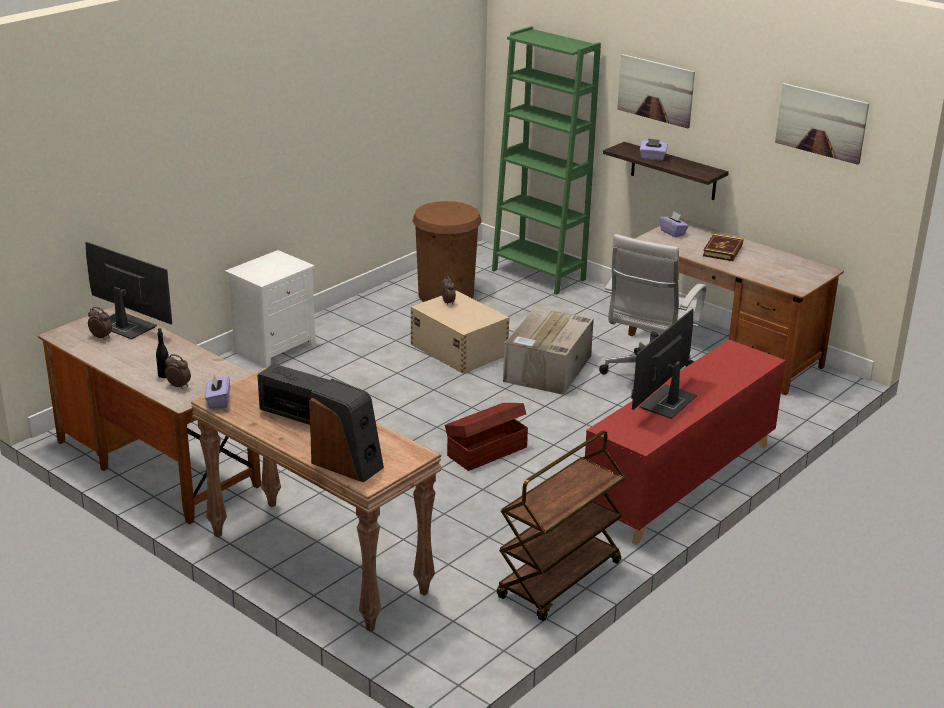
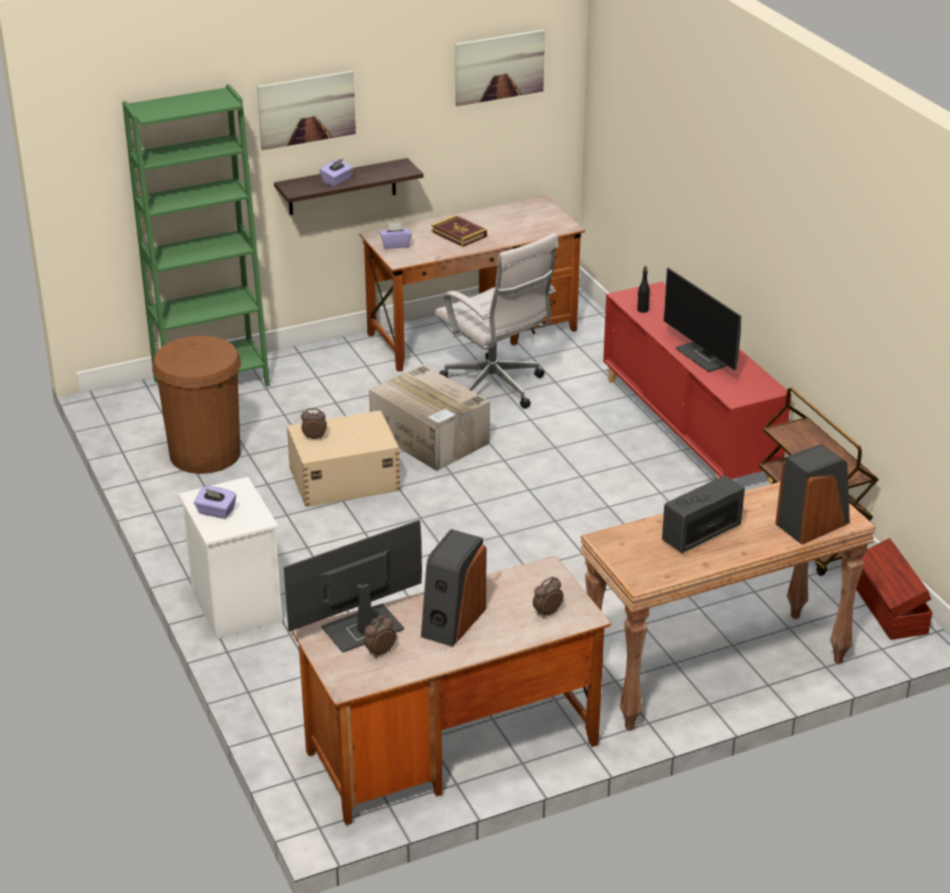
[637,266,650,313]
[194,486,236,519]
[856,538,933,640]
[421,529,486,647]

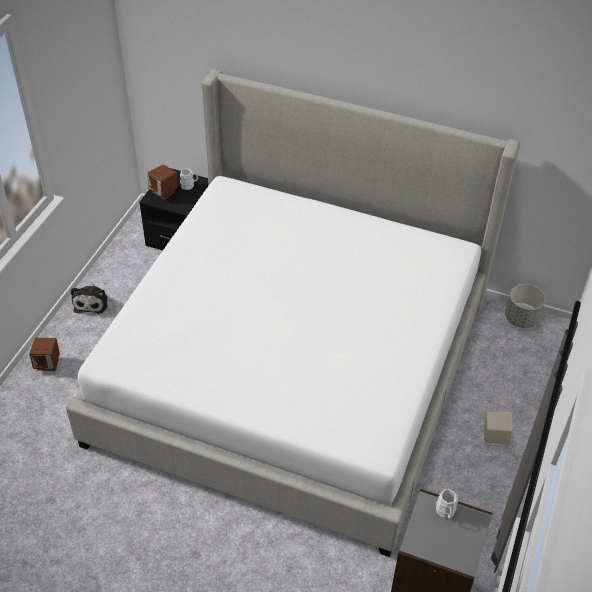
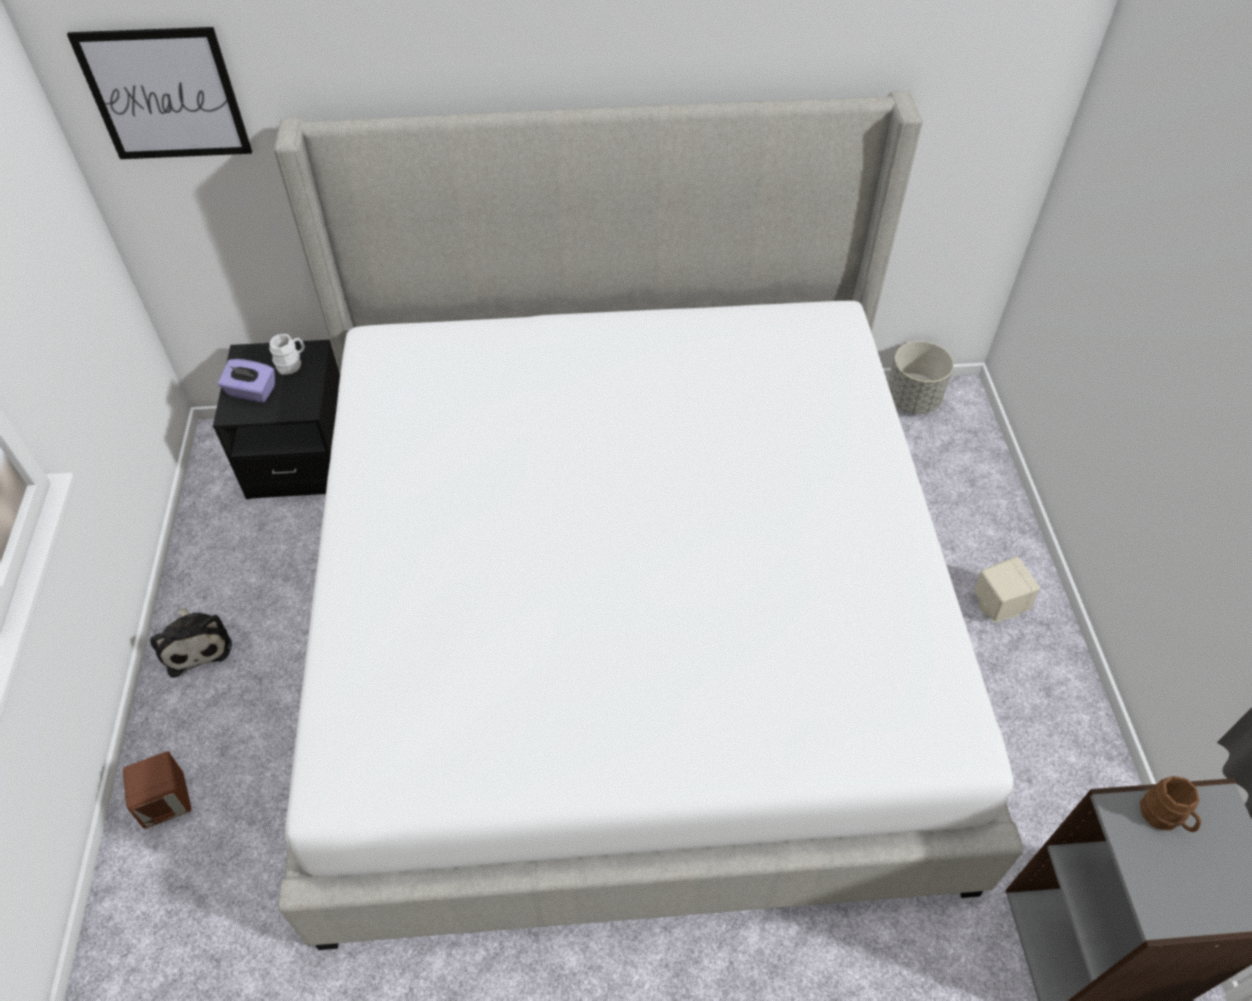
[218,359,275,402]
[1140,776,1201,832]
[67,27,252,159]

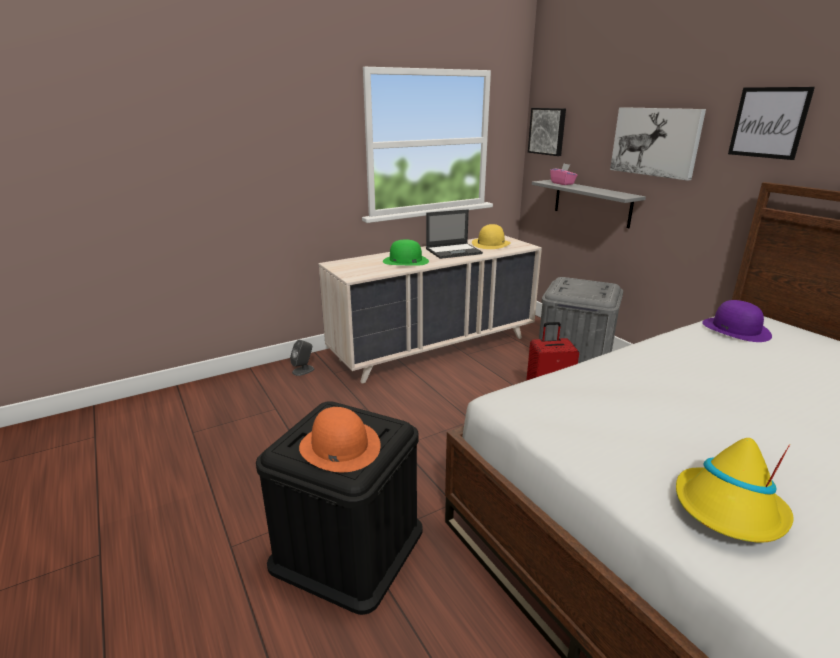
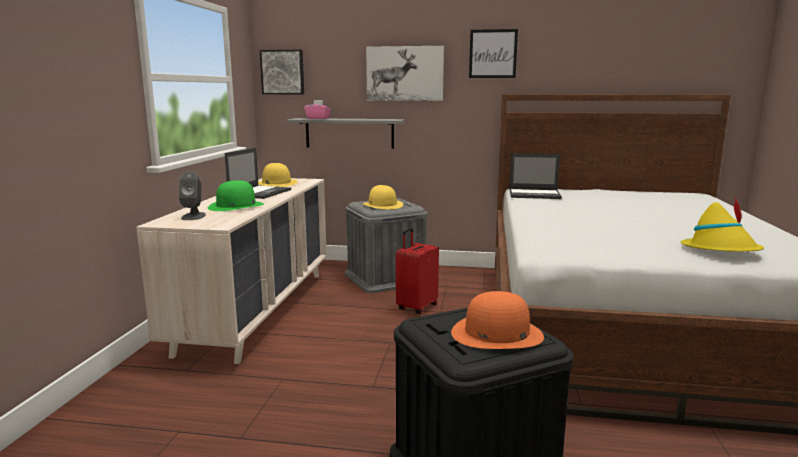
[179,171,206,220]
[509,153,562,199]
[363,185,403,209]

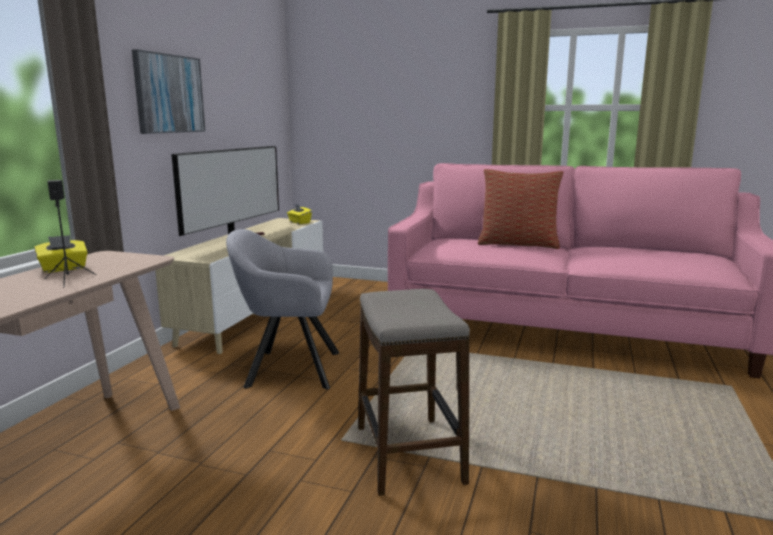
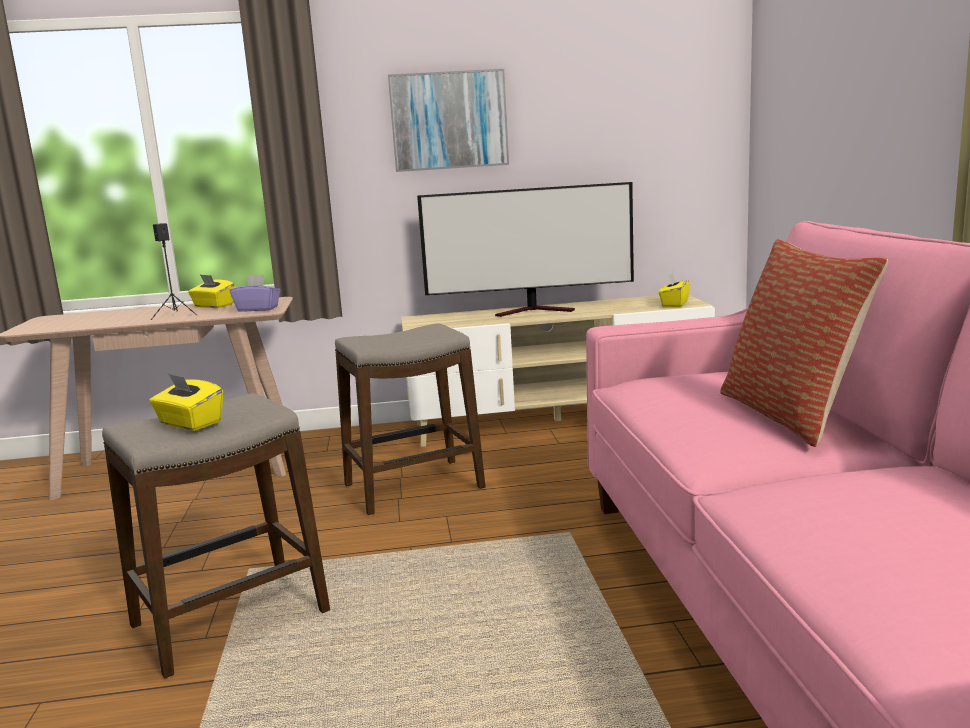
[335,323,486,515]
[149,373,223,431]
[230,275,281,312]

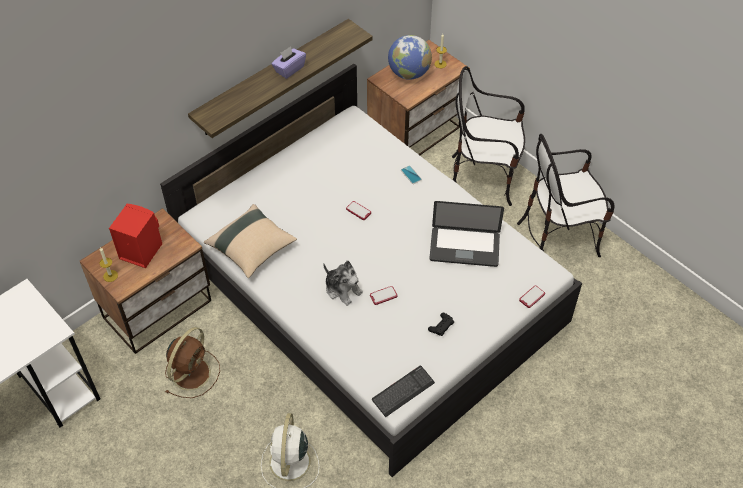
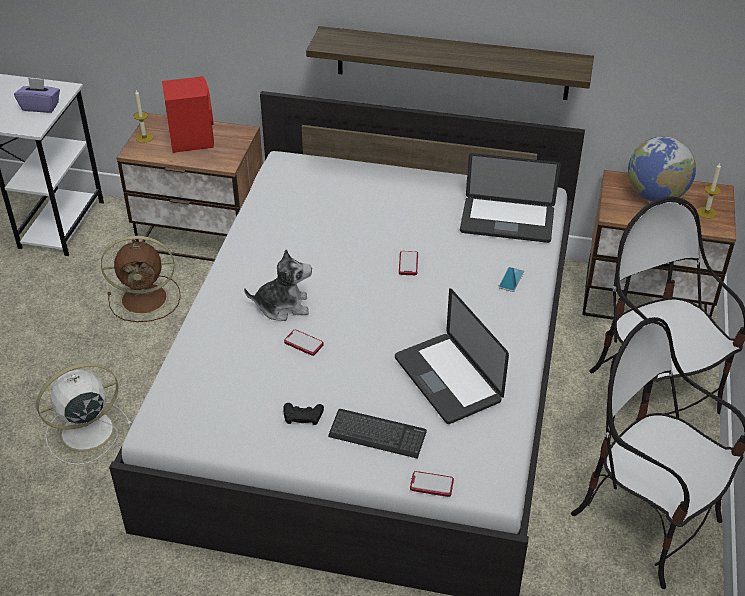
[204,204,297,278] (first image)
[14,78,60,113]
[244,249,312,321]
[328,409,427,459]
[460,153,561,243]

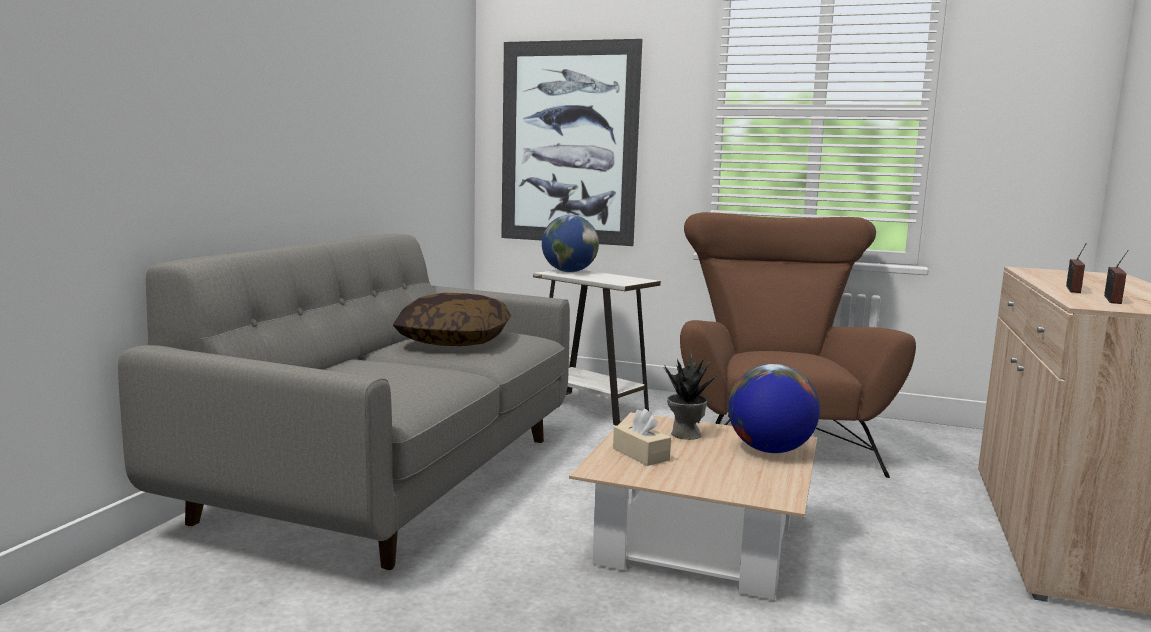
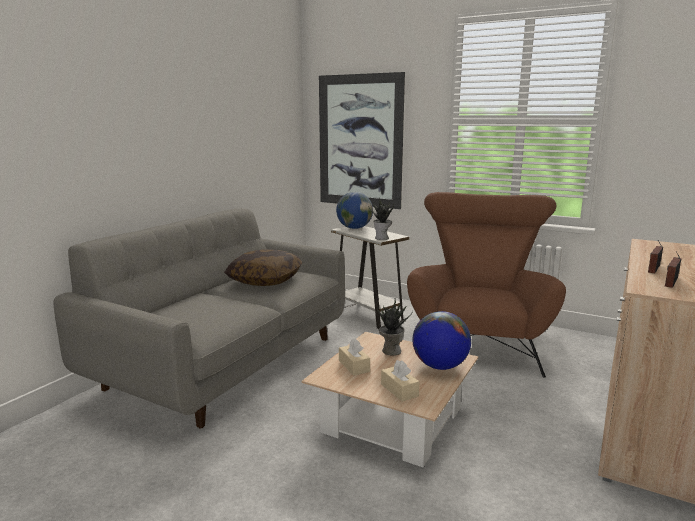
[368,200,394,240]
[381,360,420,402]

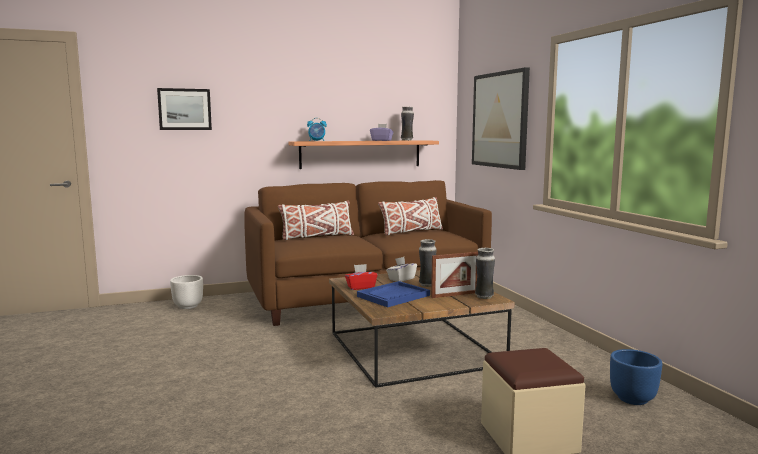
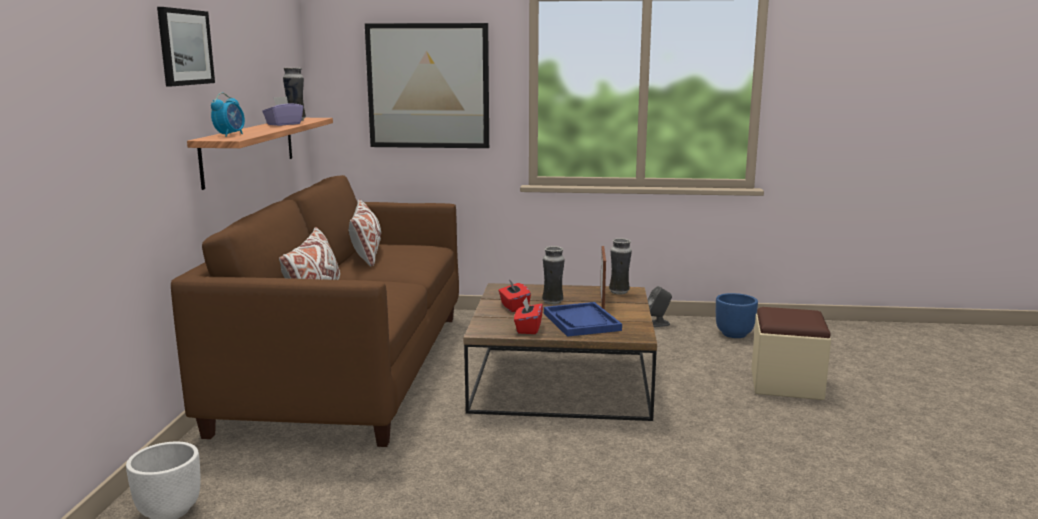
[157,7,215,86]
[499,280,531,312]
[647,286,672,327]

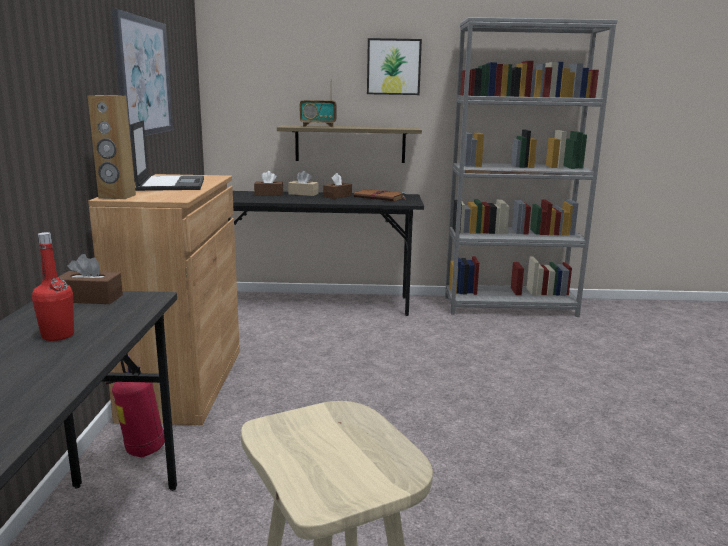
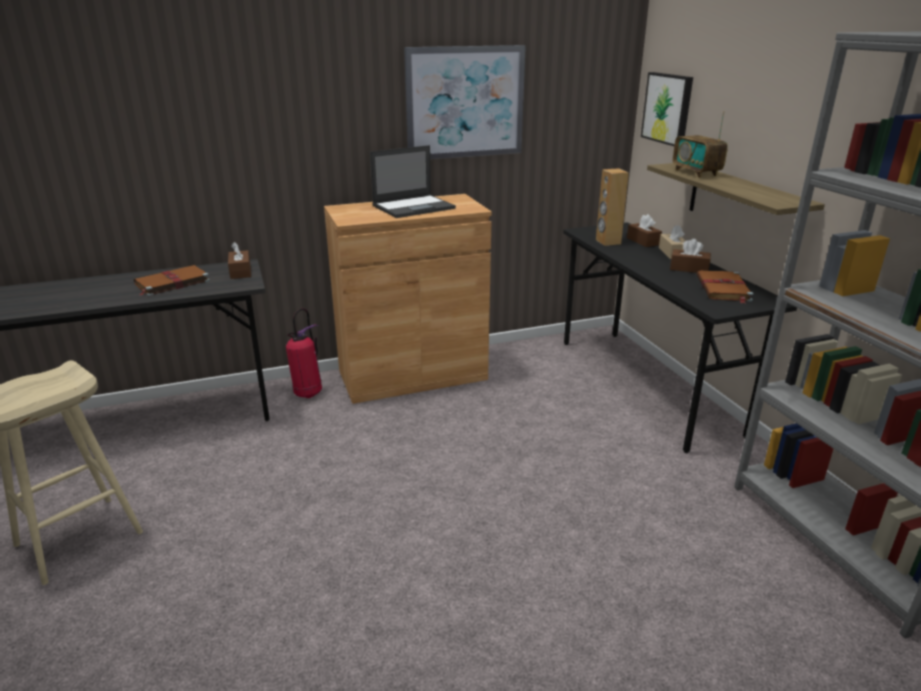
[134,265,210,296]
[596,168,629,246]
[641,72,693,146]

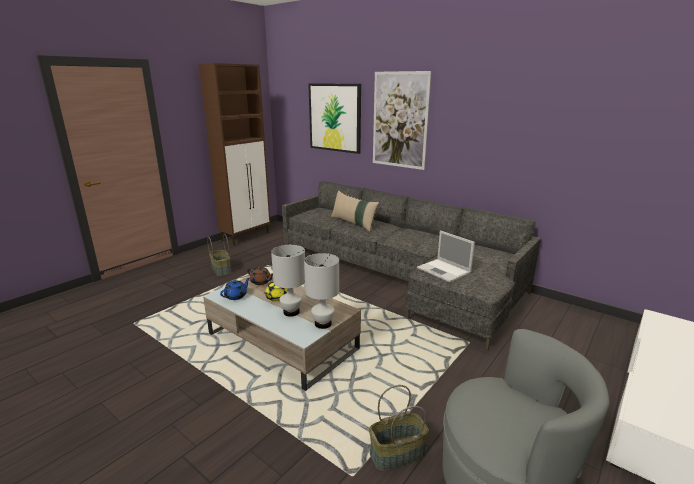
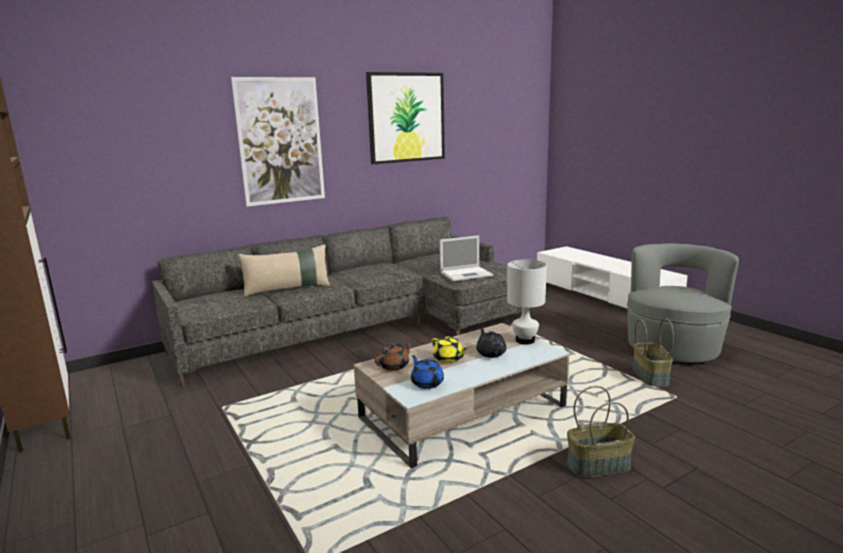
[567,386,635,478]
[476,328,506,358]
[366,72,445,164]

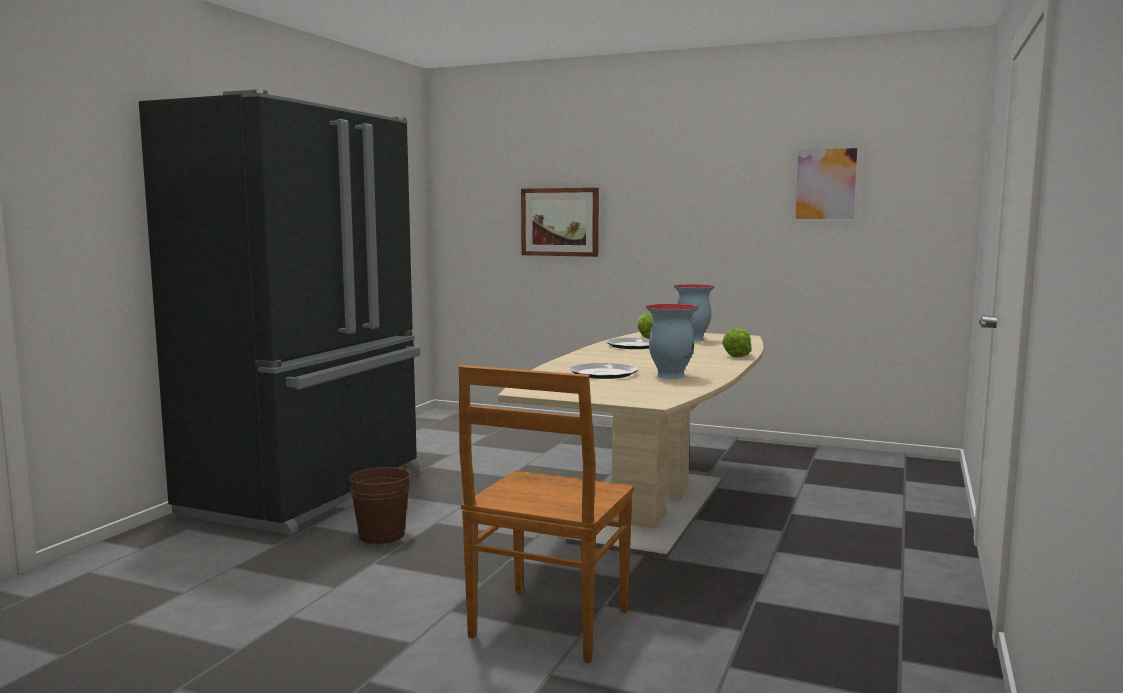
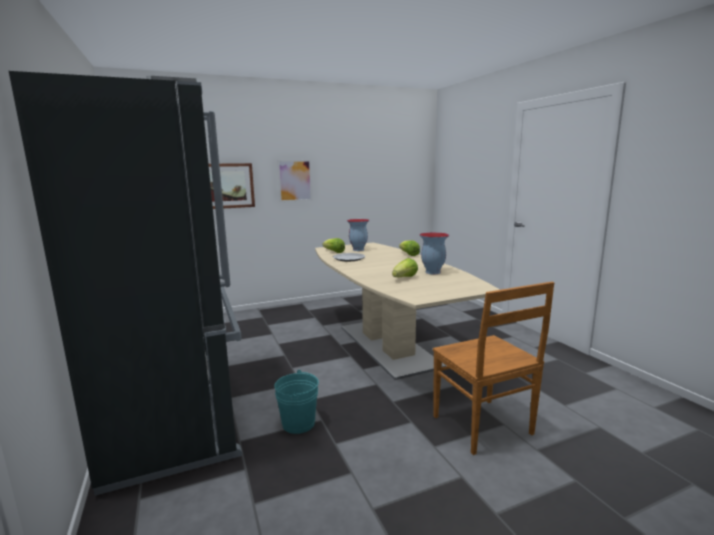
[274,370,319,434]
[392,258,418,277]
[277,160,313,202]

